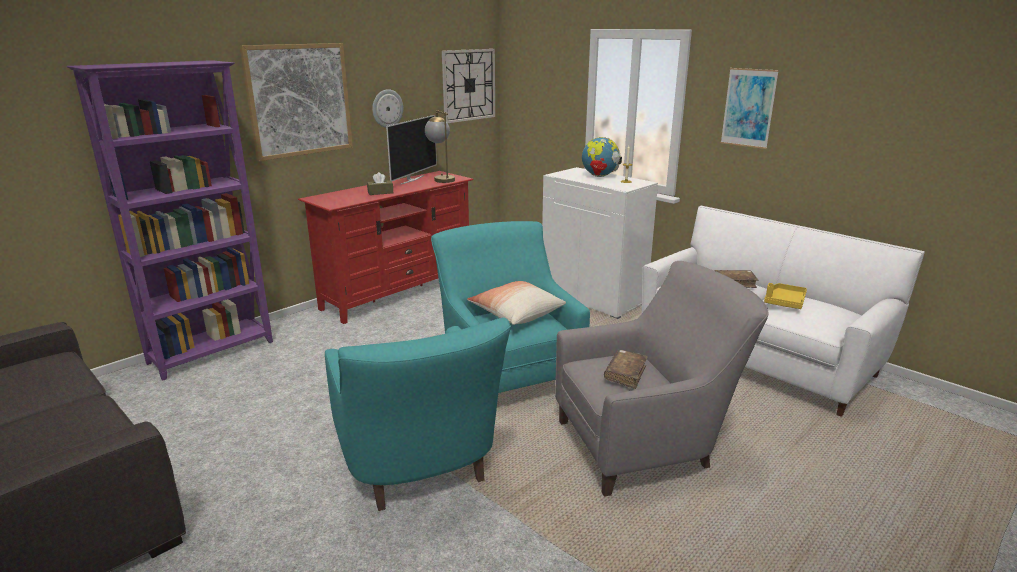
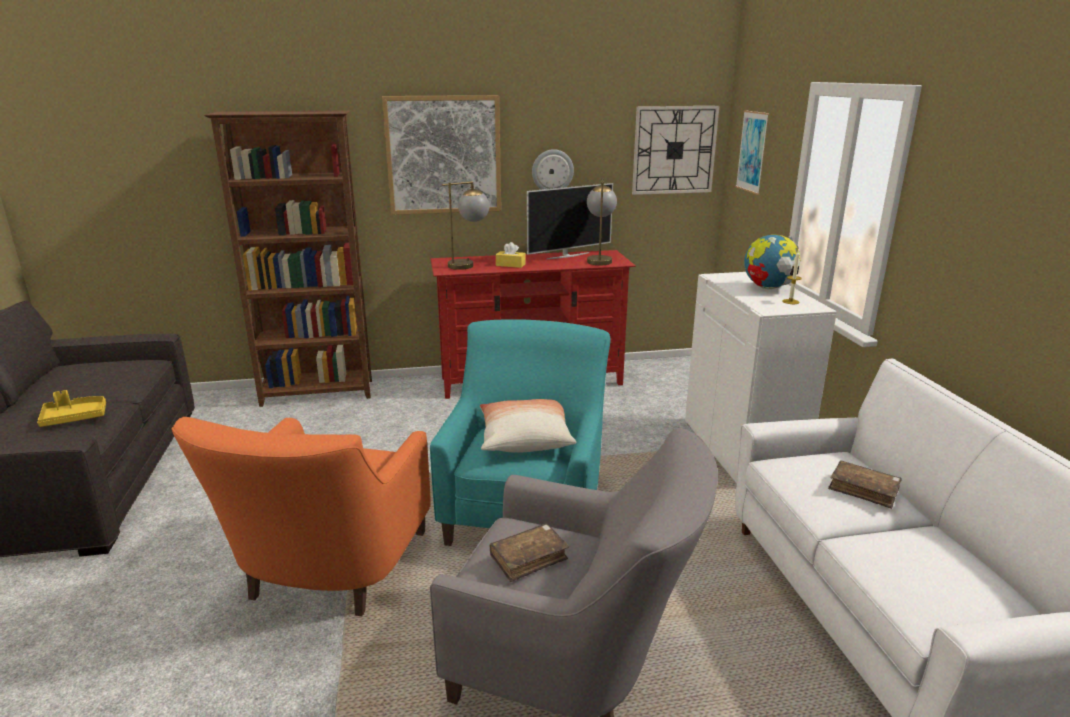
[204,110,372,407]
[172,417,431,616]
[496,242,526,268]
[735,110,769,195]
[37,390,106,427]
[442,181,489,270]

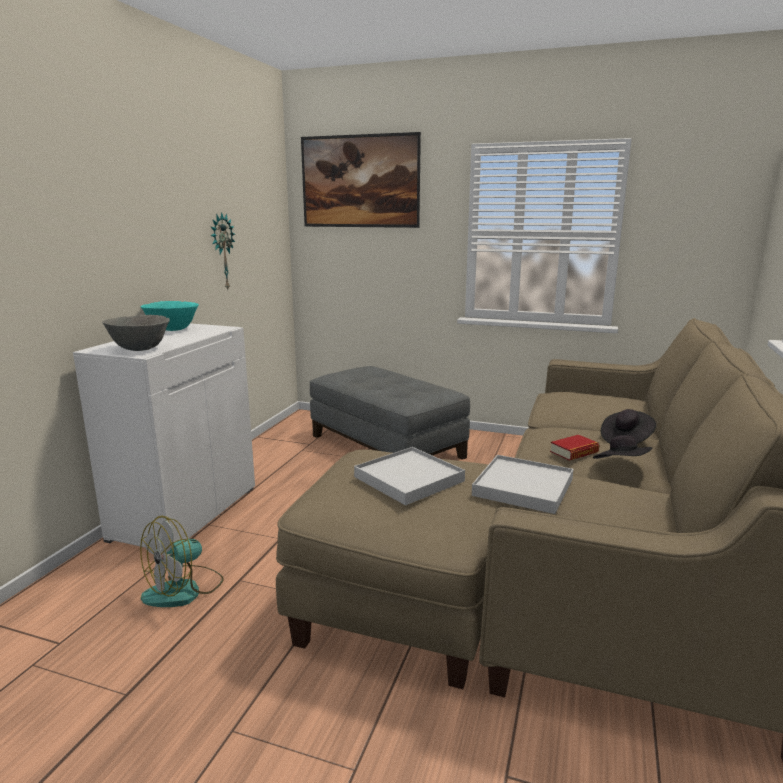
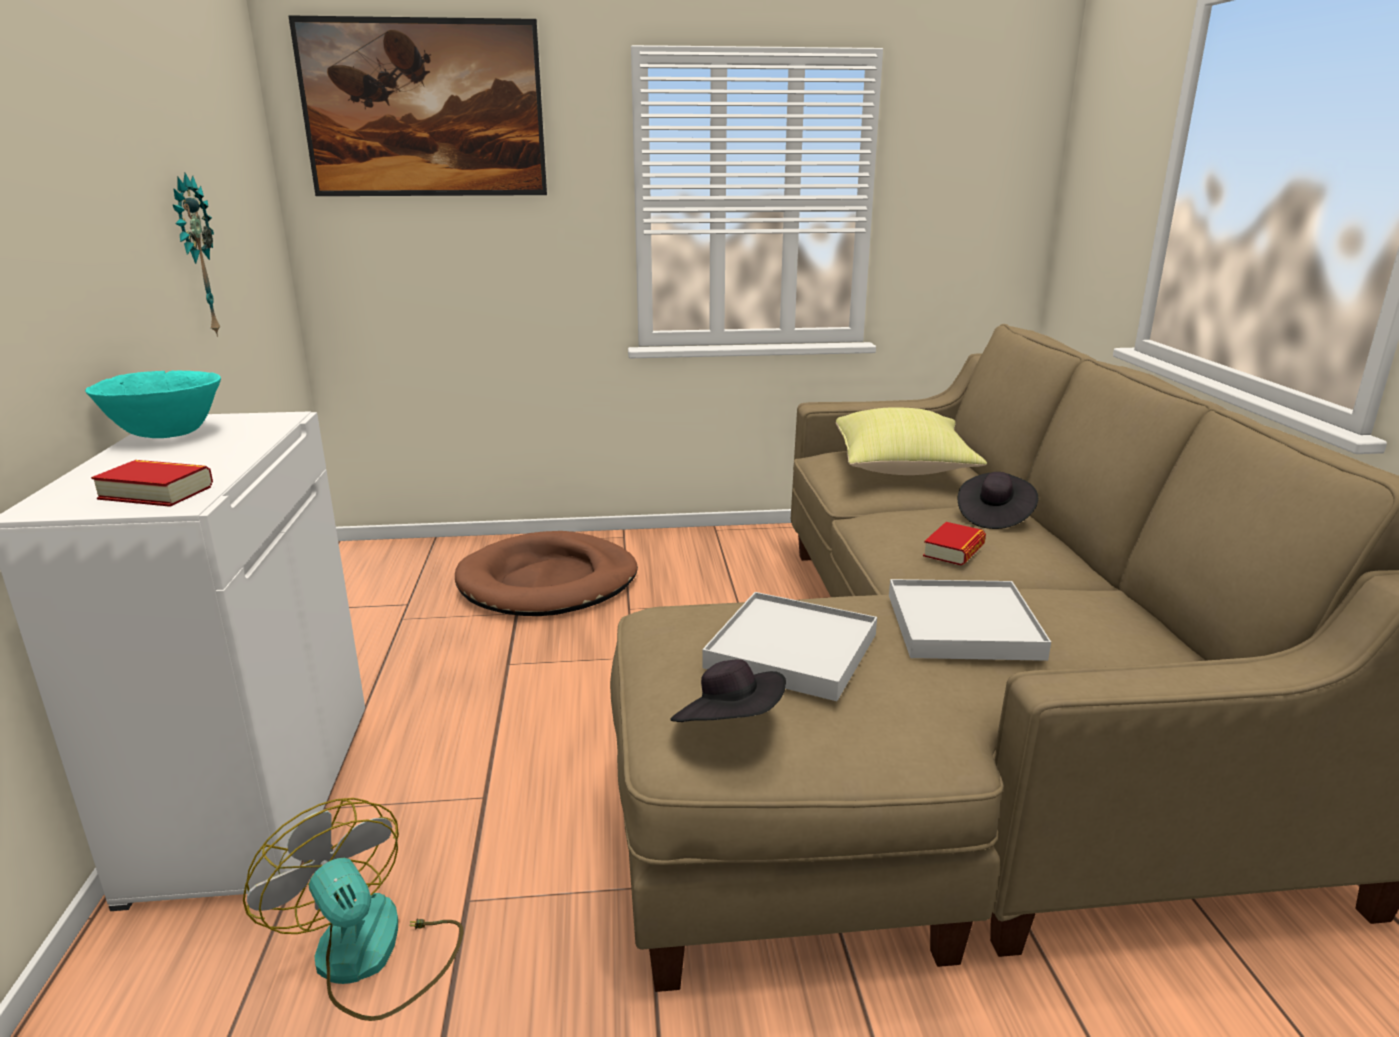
[91,460,213,507]
[243,798,464,1021]
[455,531,638,616]
[670,659,786,722]
[836,407,987,475]

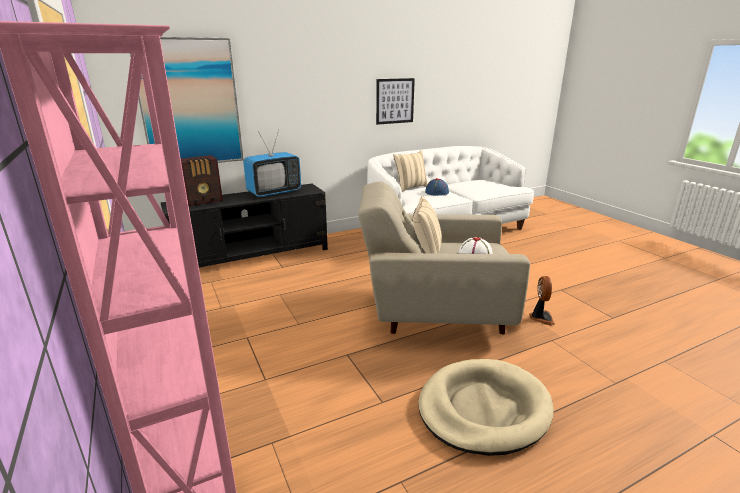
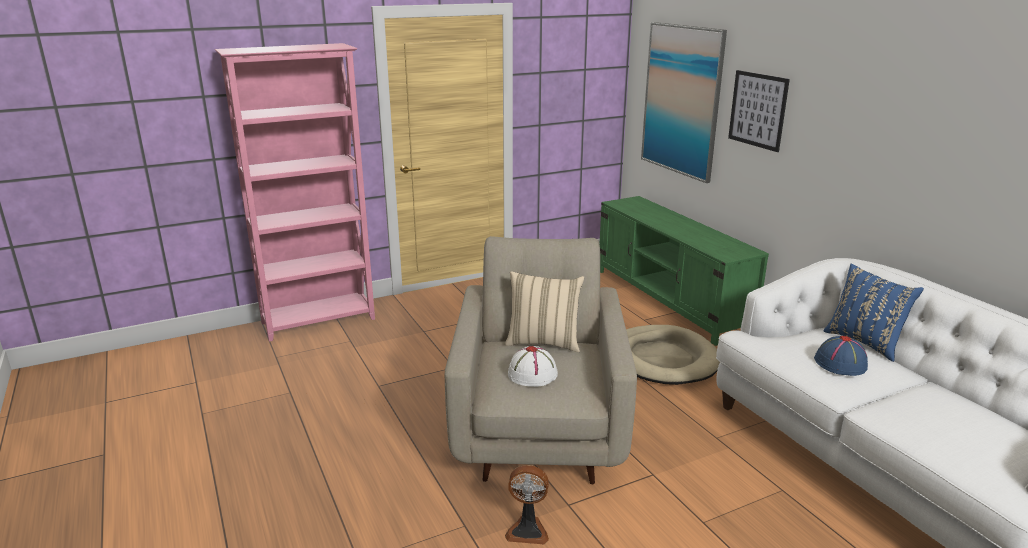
[599,196,769,346]
[181,155,223,207] (first image)
[243,130,301,197] (first image)
[728,70,790,152]
[823,264,924,362]
[626,325,720,385]

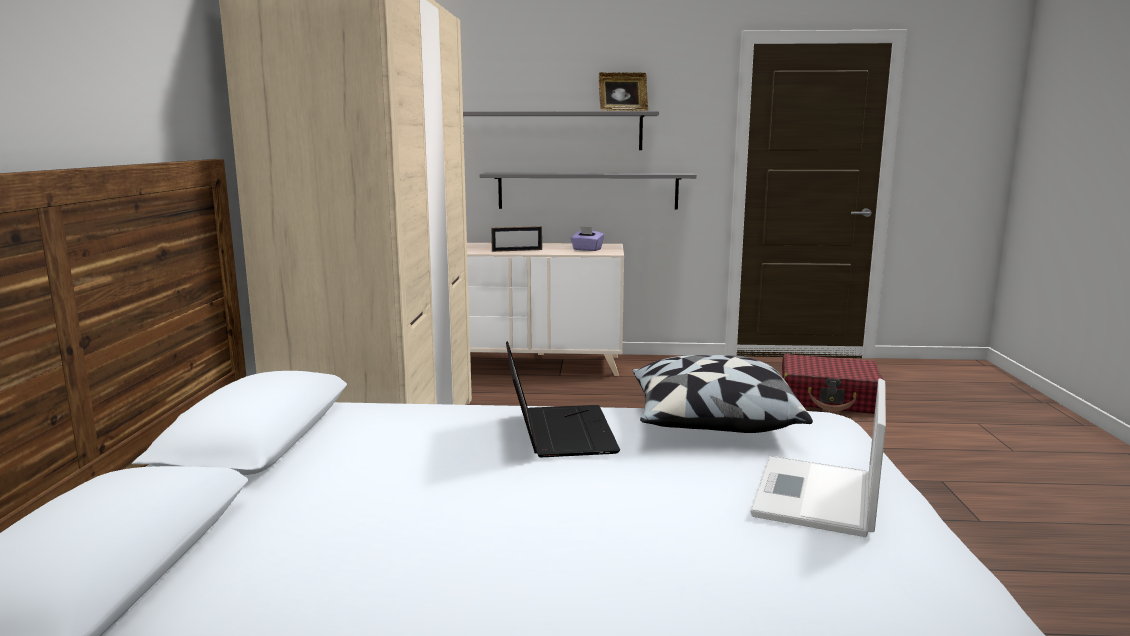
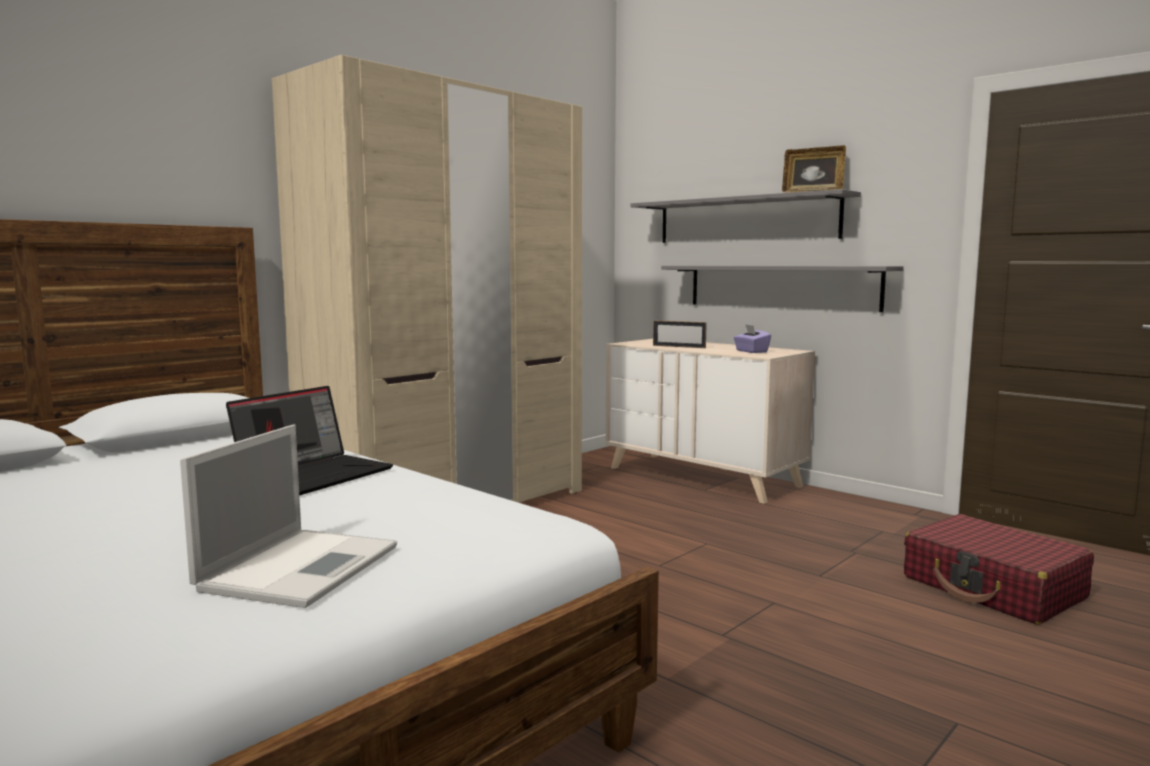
[632,355,813,433] (first image)
[180,424,397,608]

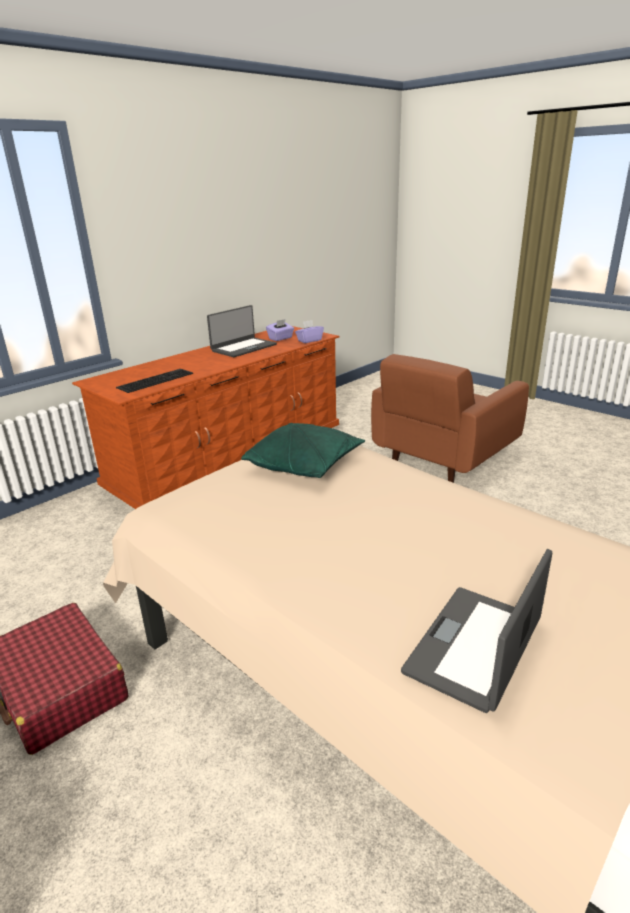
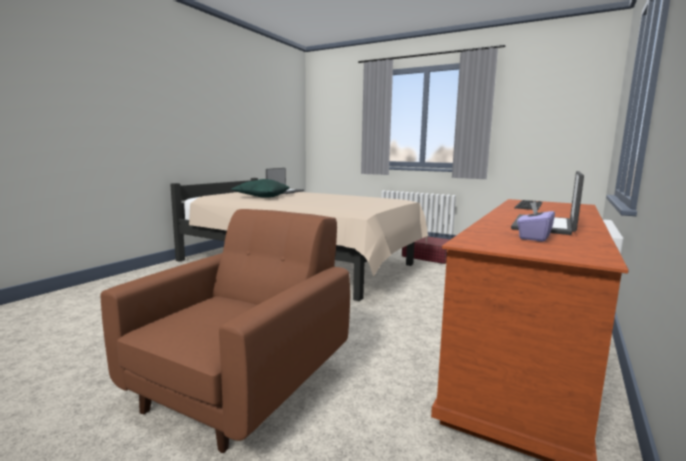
[231,179,290,198]
[295,320,324,343] (first image)

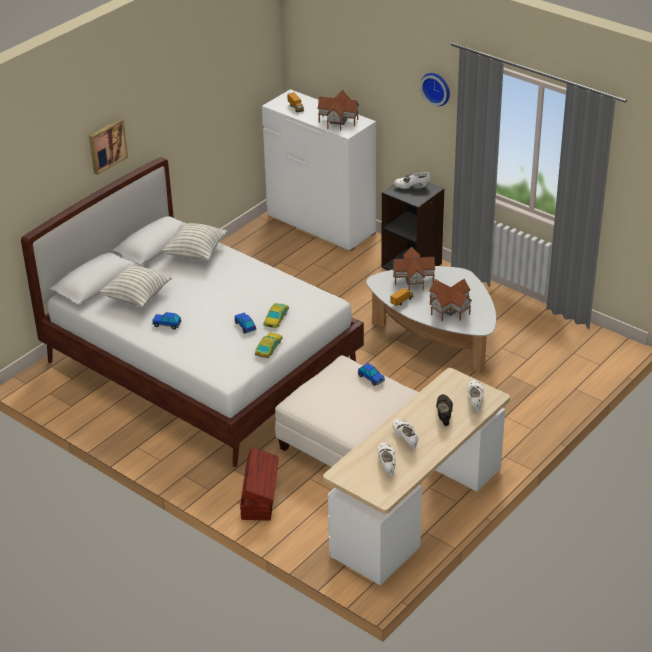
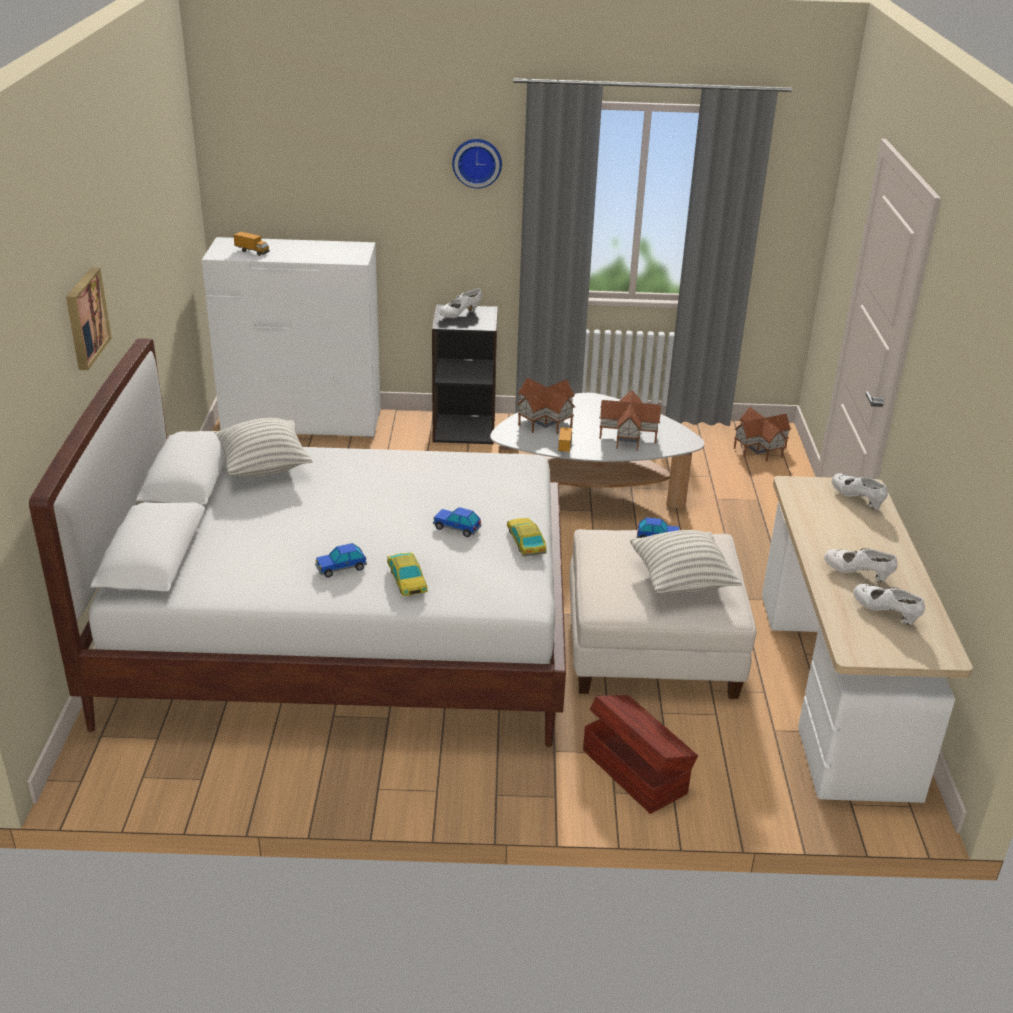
[630,530,742,594]
[387,552,428,596]
[734,407,791,461]
[436,394,453,426] (first image)

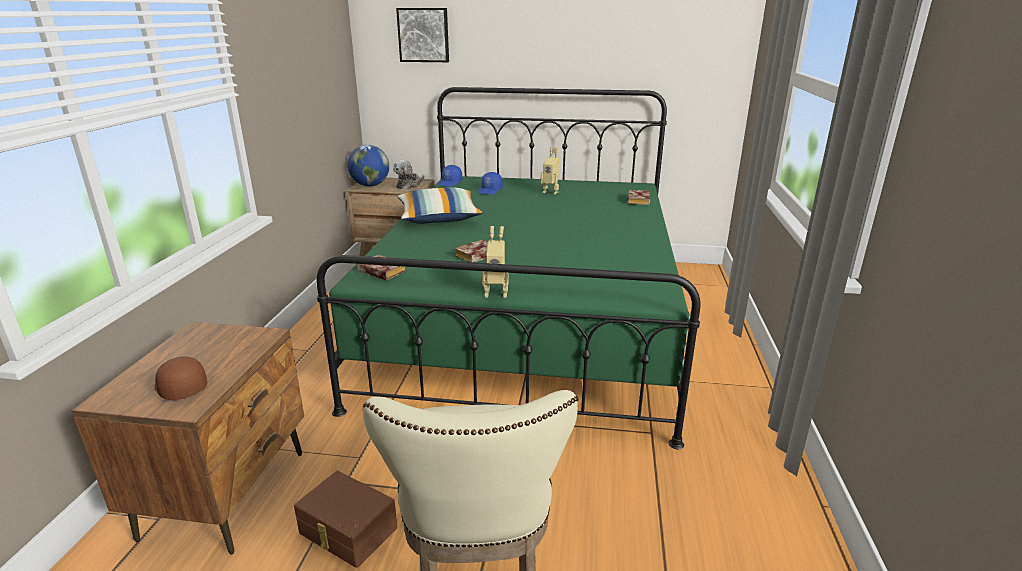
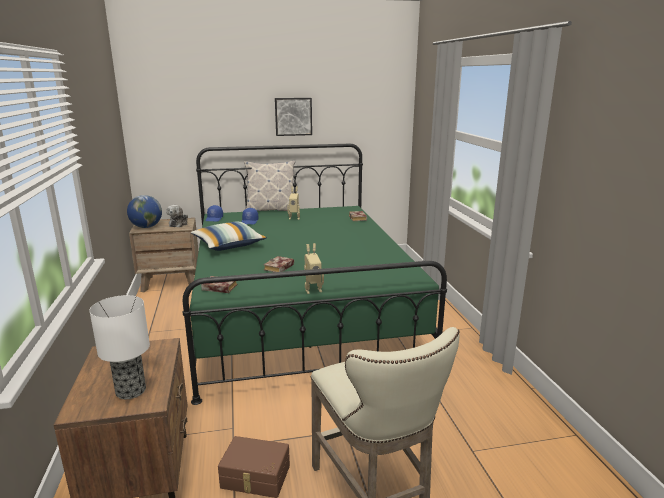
[90,295,150,399]
[275,98,312,136]
[244,160,295,211]

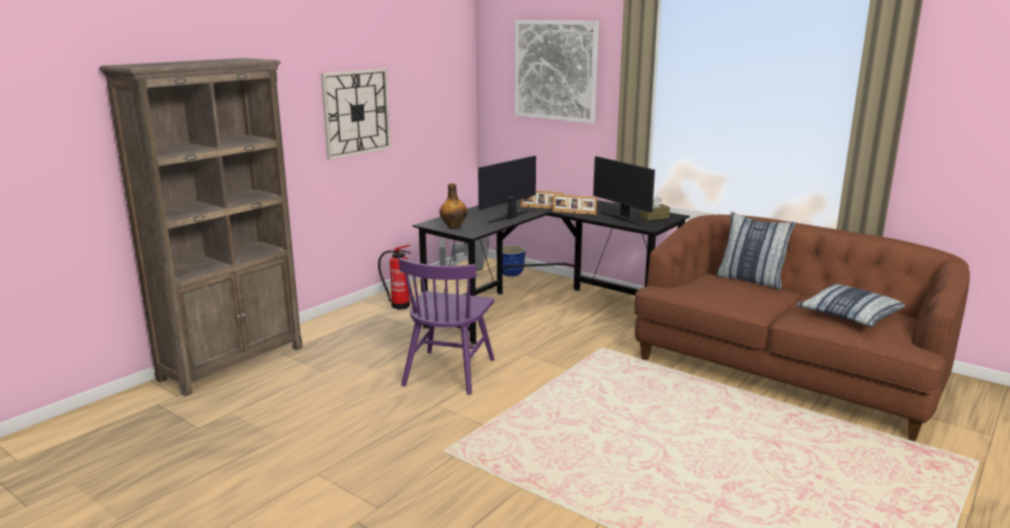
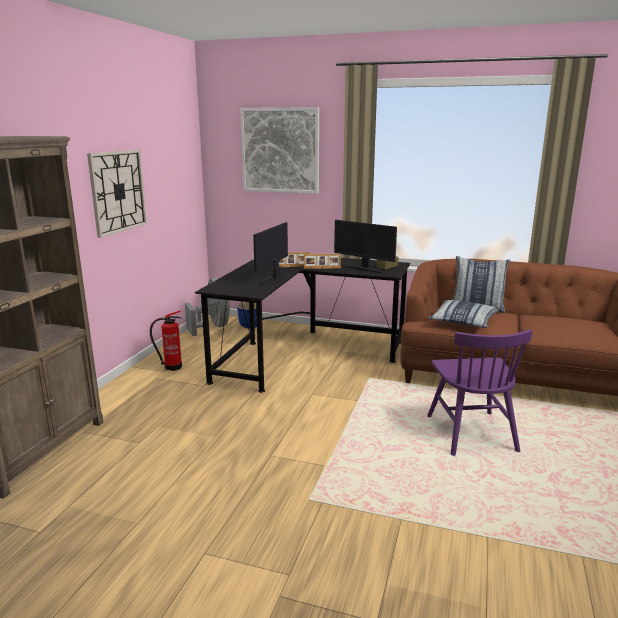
[427,329,532,456]
[439,183,467,229] (first image)
[429,300,497,328]

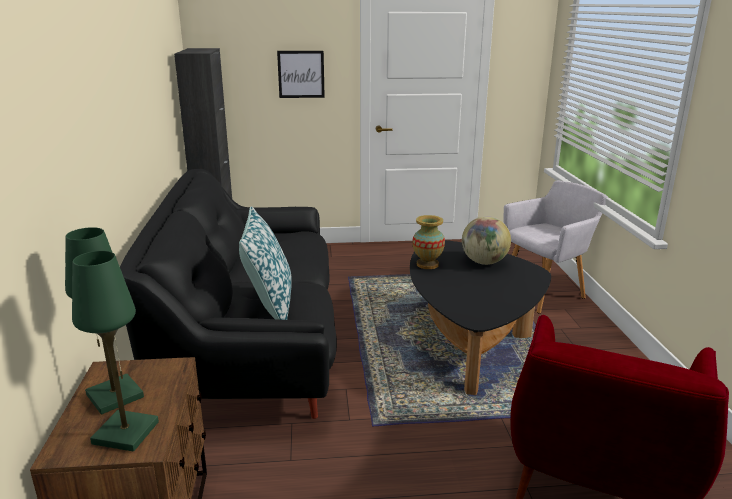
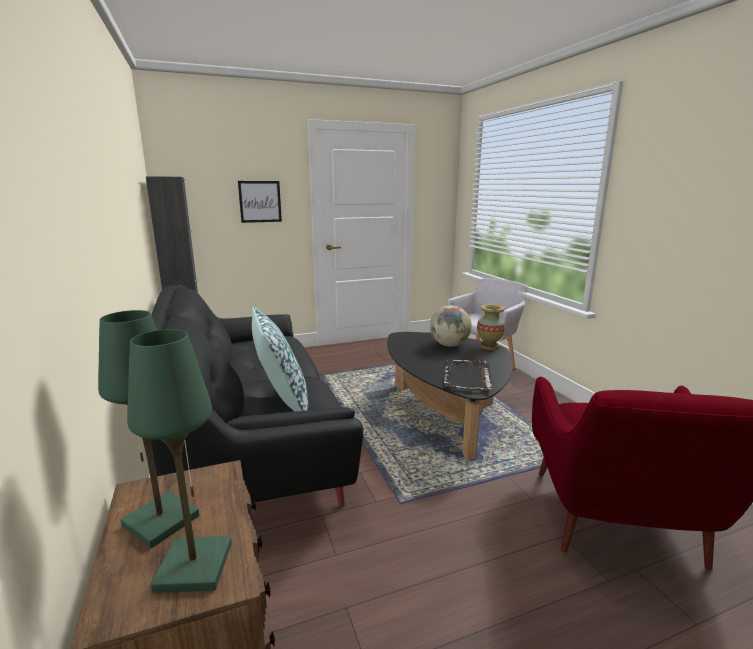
[477,304,505,350]
[444,360,492,390]

